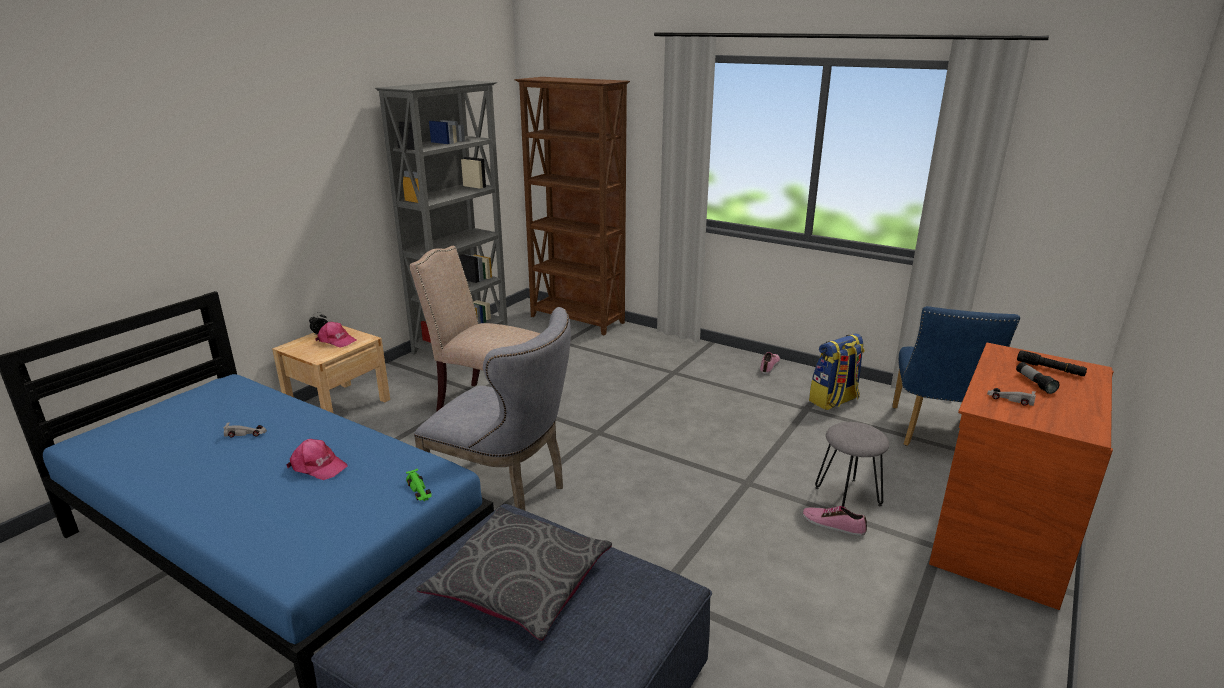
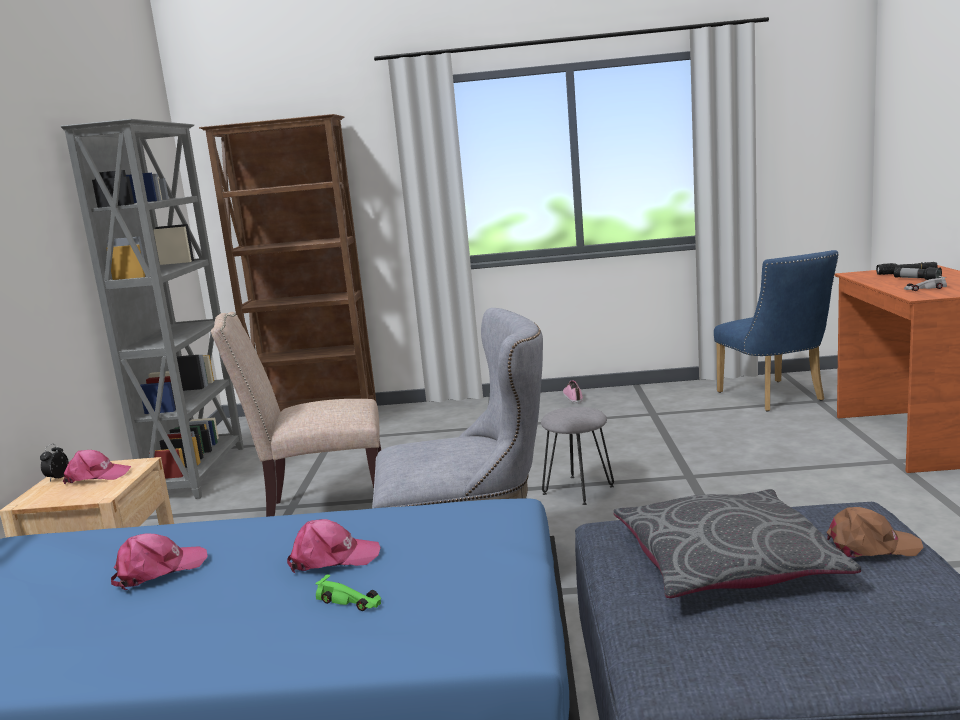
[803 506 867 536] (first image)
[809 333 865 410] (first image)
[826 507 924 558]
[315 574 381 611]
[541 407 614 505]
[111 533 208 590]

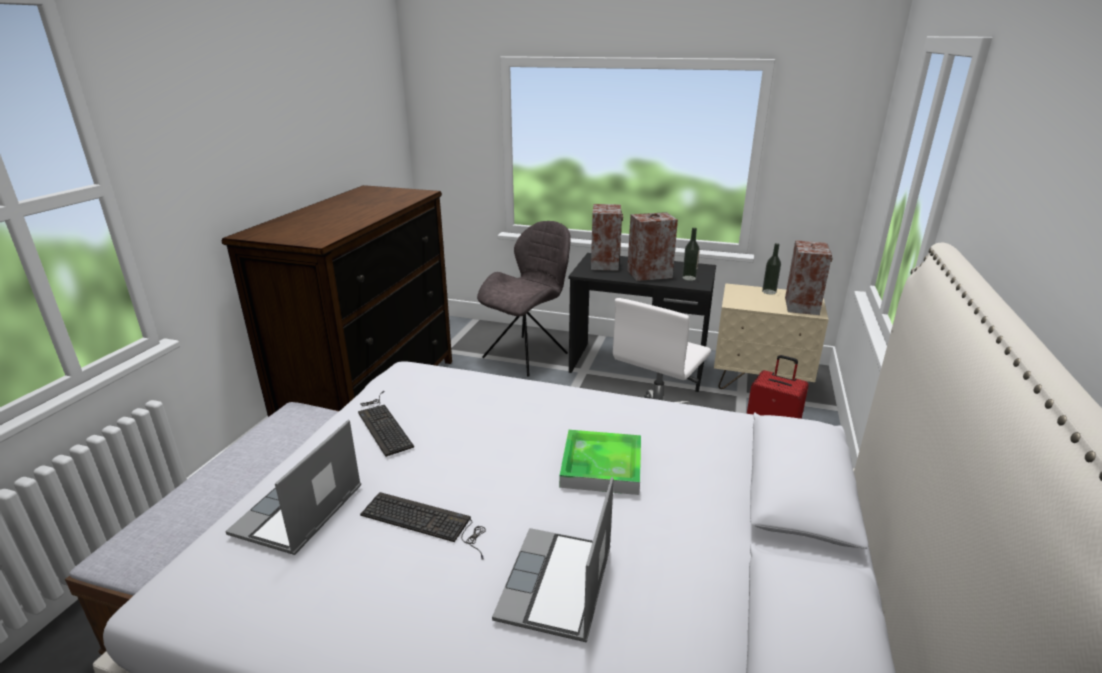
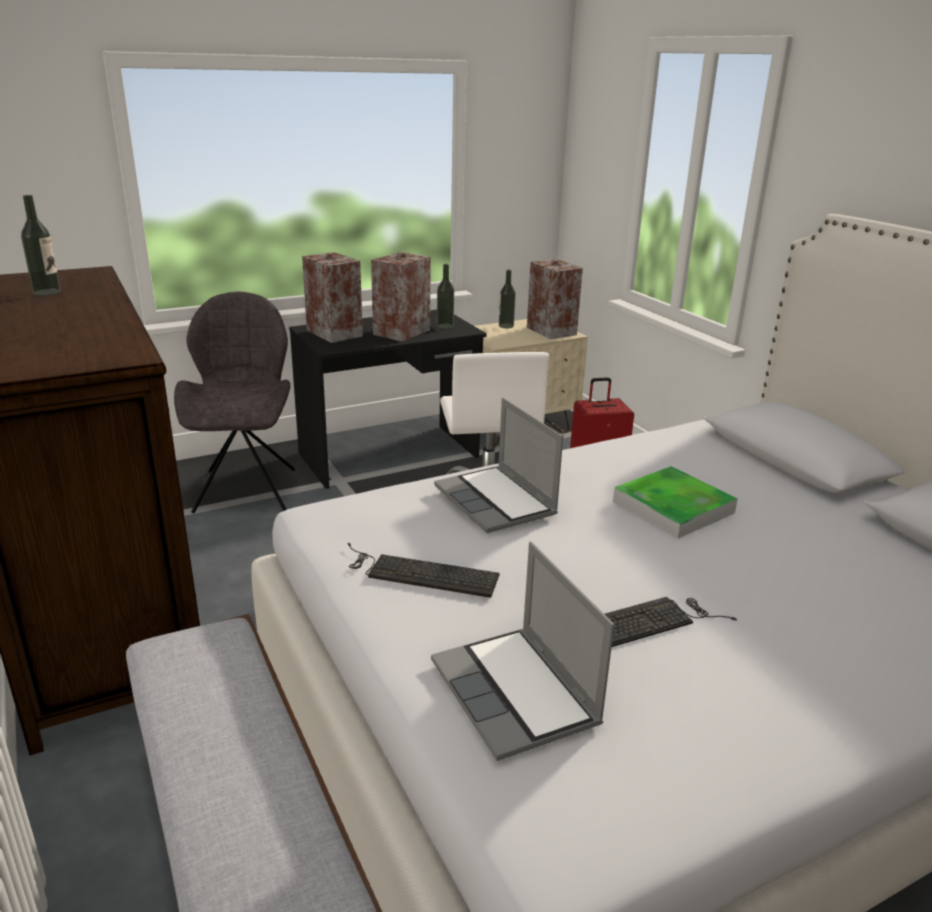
[21 195 61 296]
[434 398 563 533]

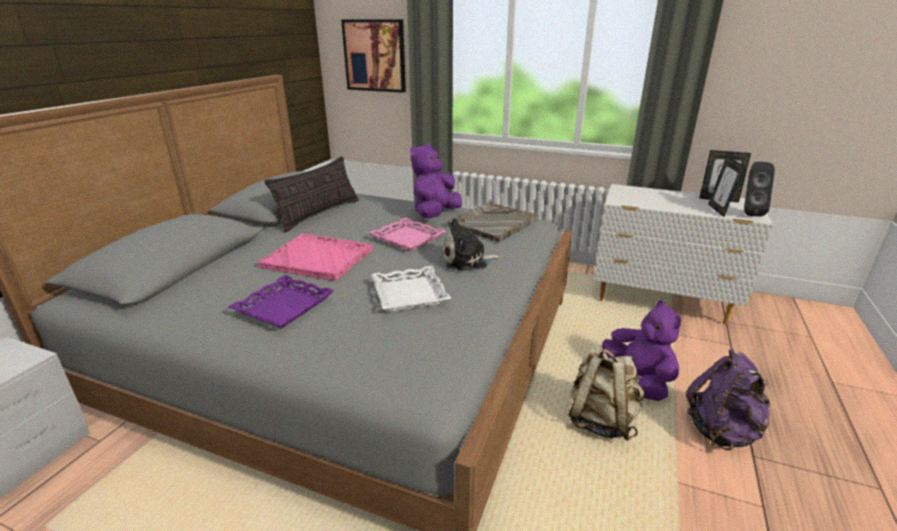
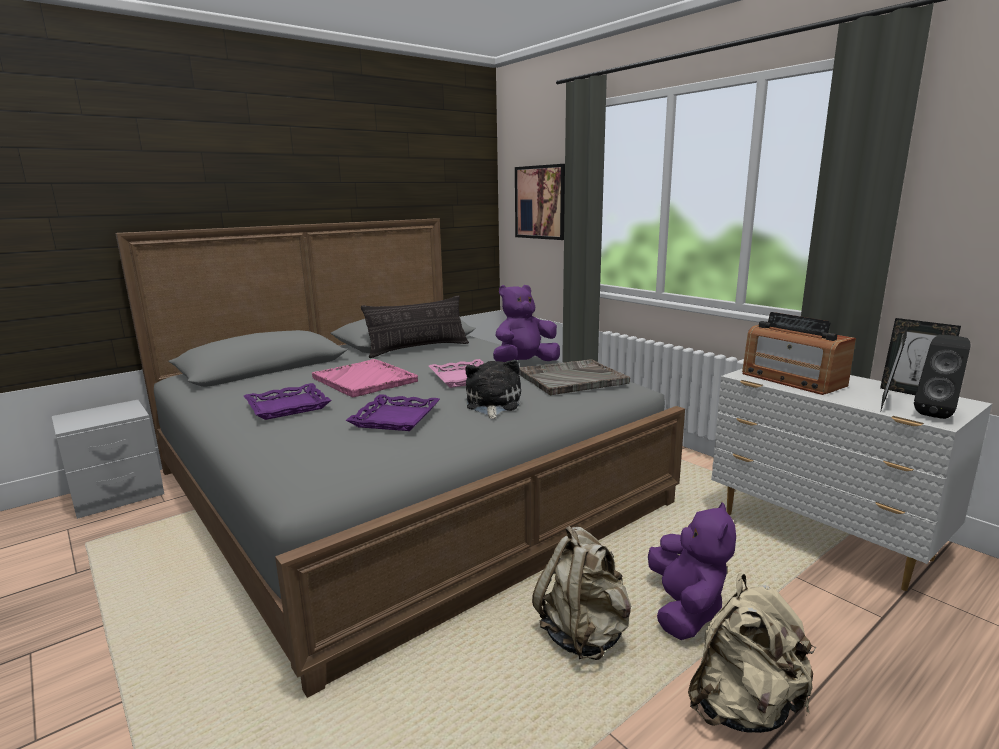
[742 312 856 395]
[346 394 440 431]
[688 574 816 733]
[465 360 521 419]

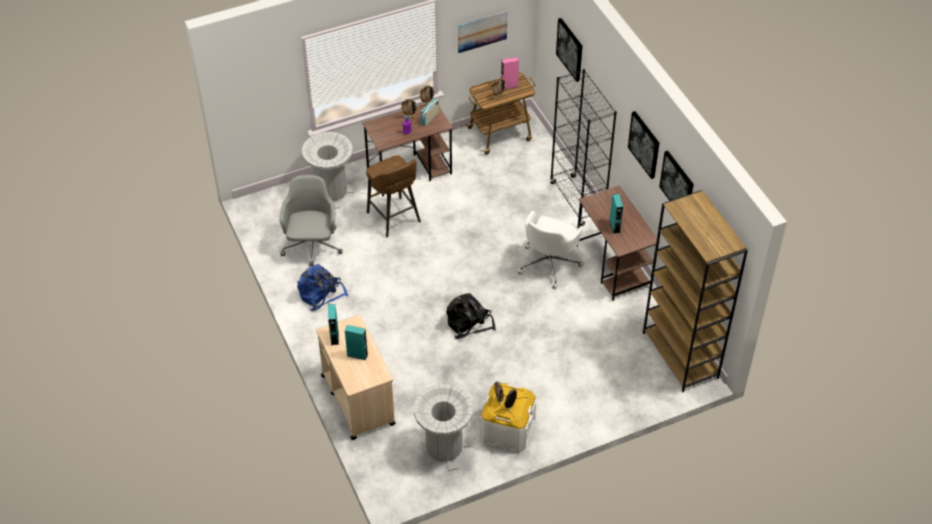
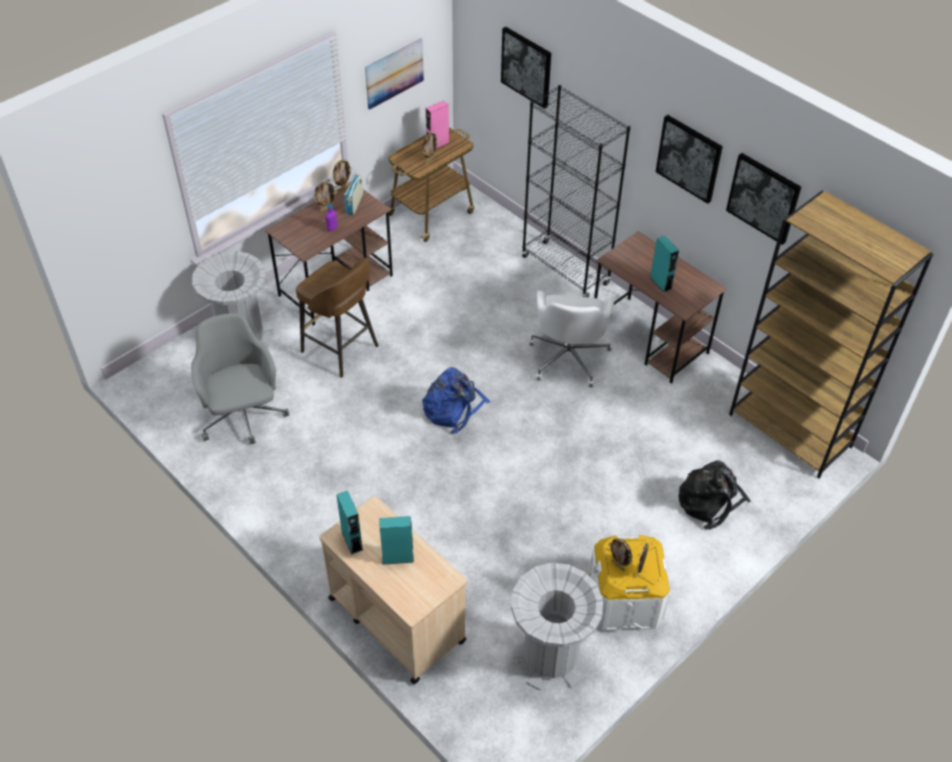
[422 367 491 434]
[679 460 751 530]

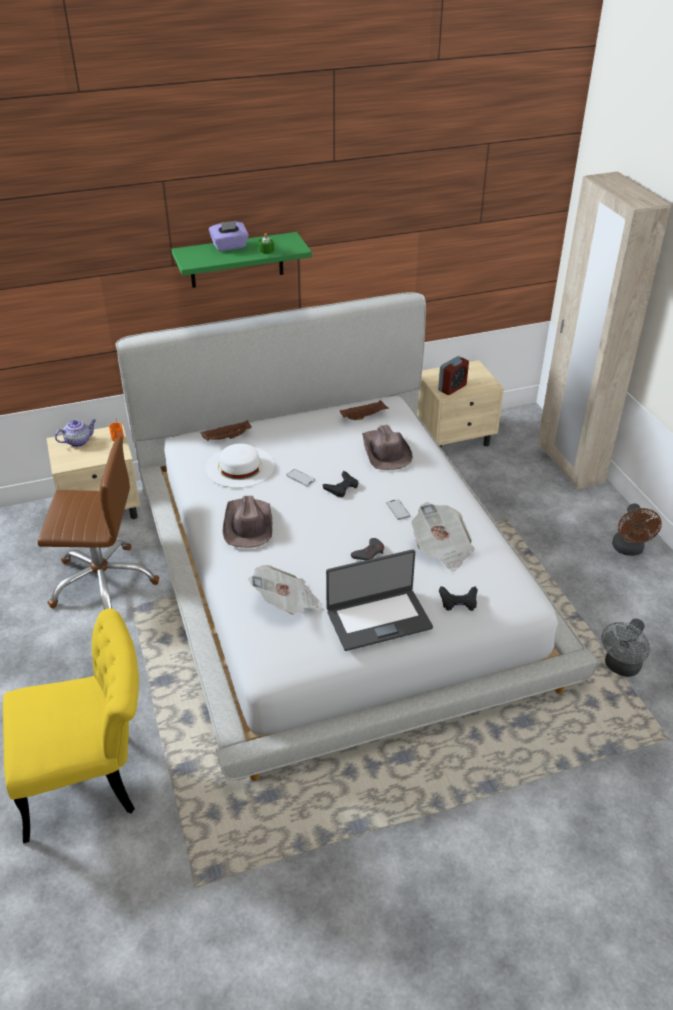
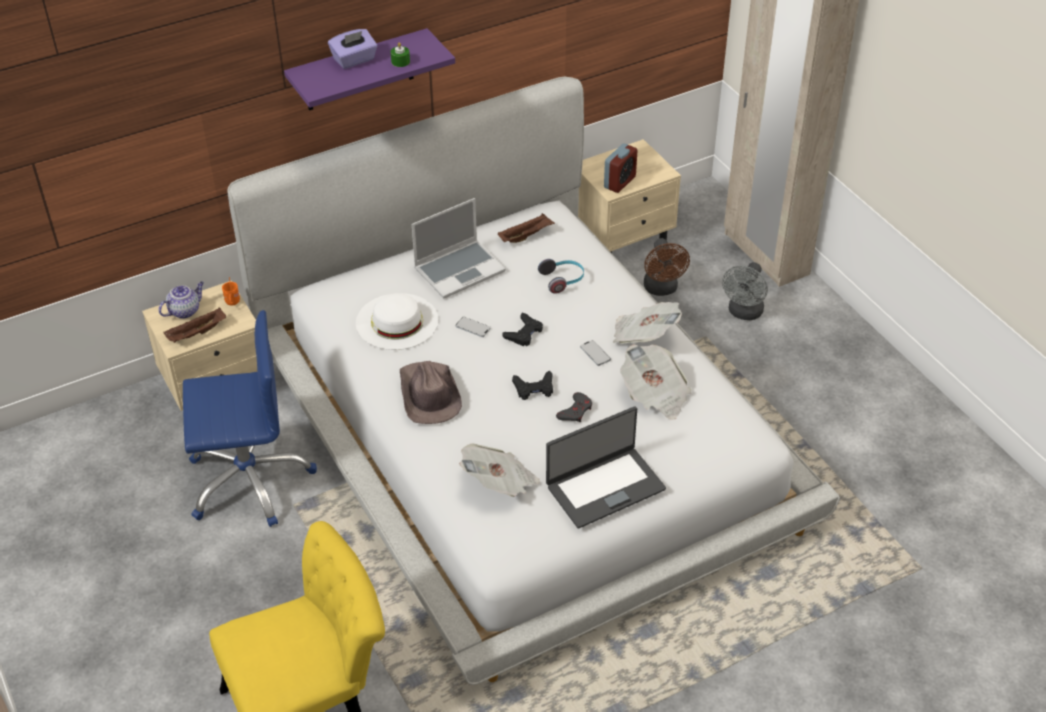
[412 198 506 298]
[613 302 682 343]
[163 308 226 343]
[512 370 553 400]
[722 262 768 320]
[644 238 690 296]
[538 259 584 294]
[183 310 317 527]
[284 28 455 110]

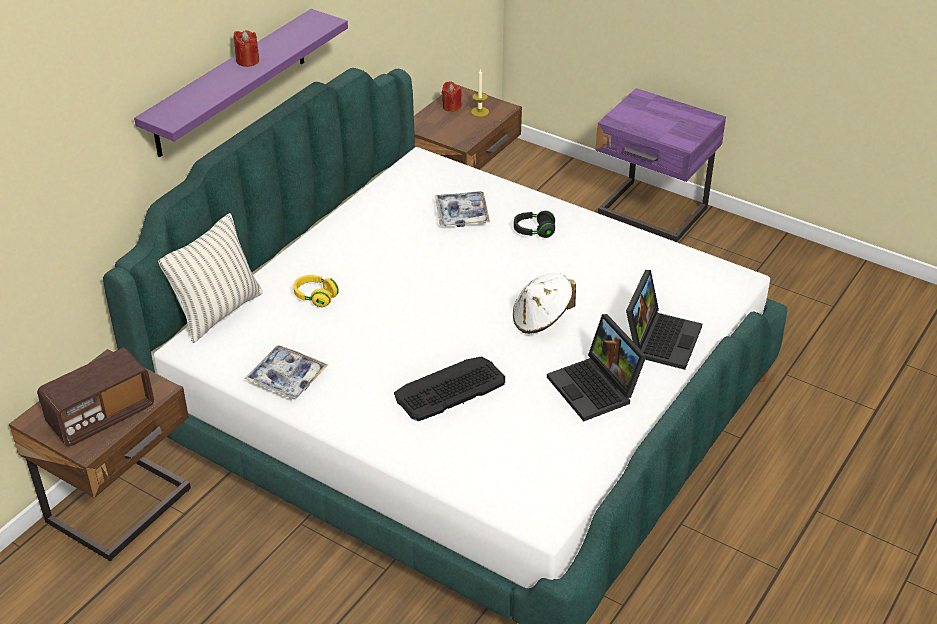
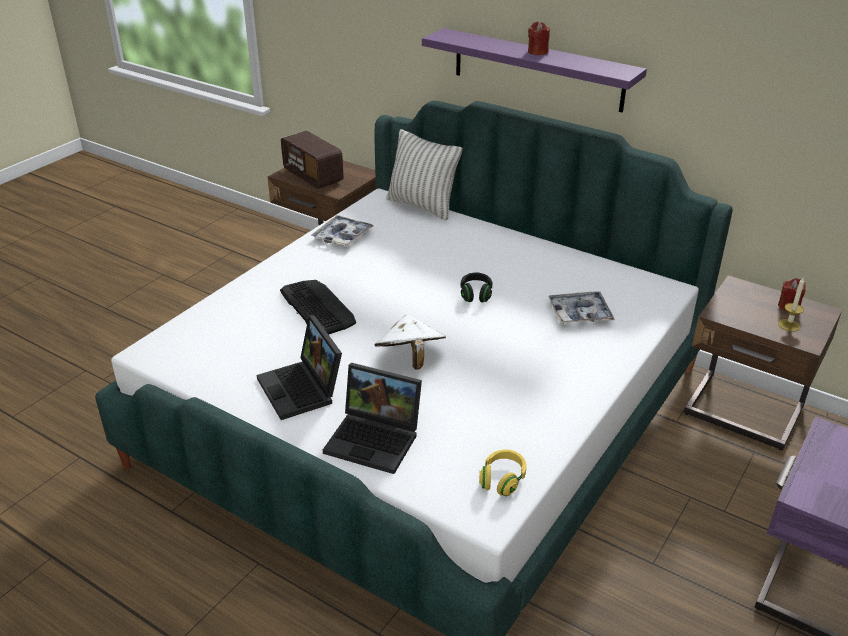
[479 449 527 496]
[461 273 493 302]
[257 315 342 420]

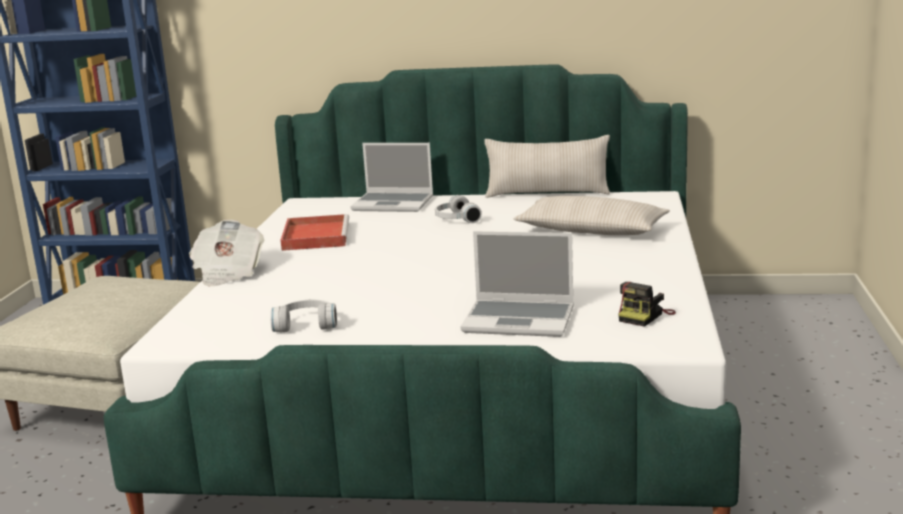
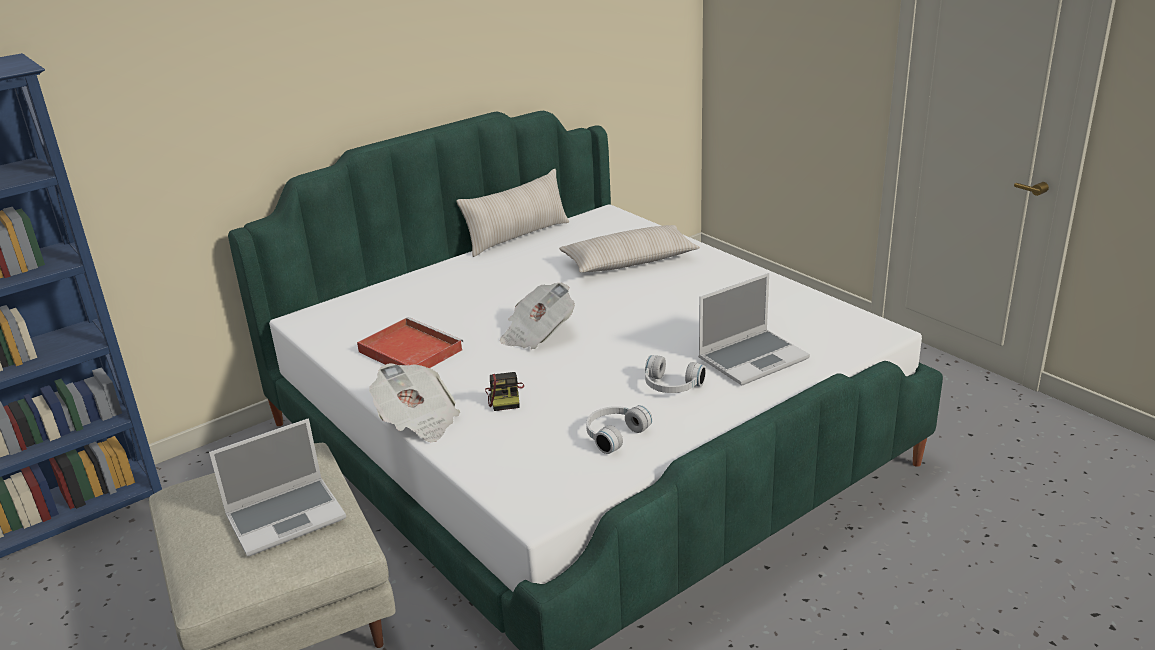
[500 283 575 349]
[209 418 346 556]
[645 355 706 393]
[485 372 524 411]

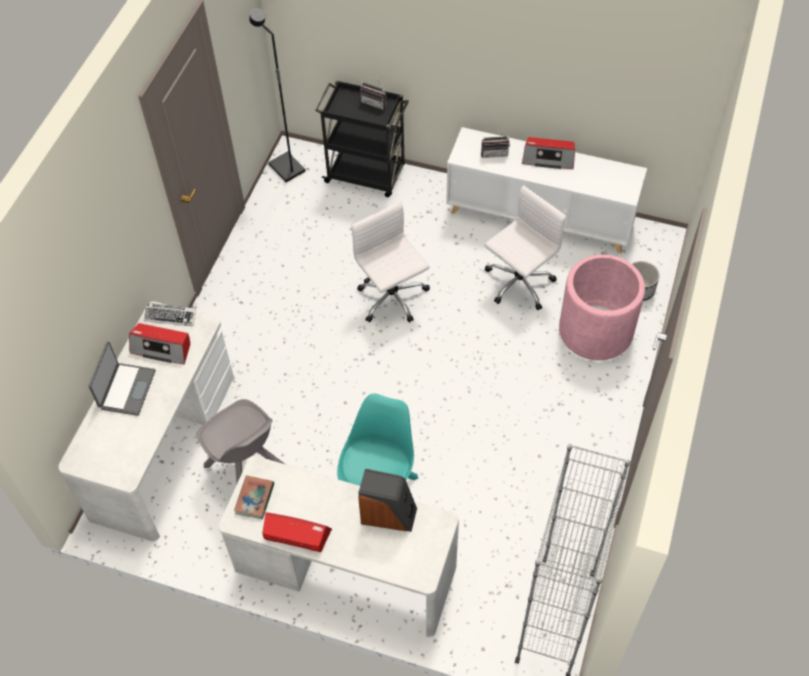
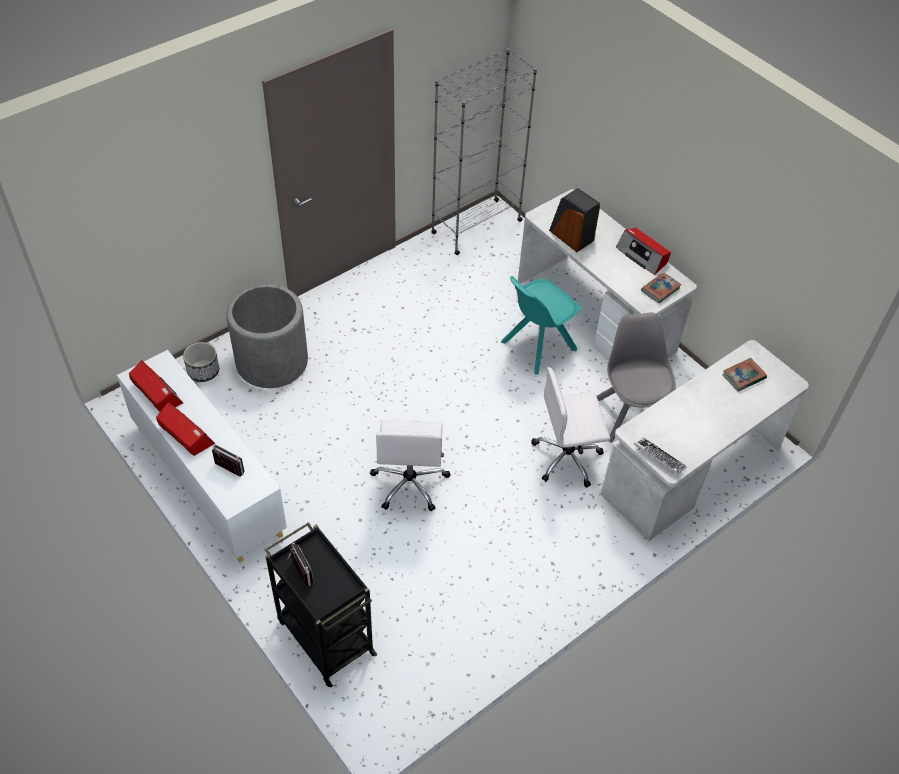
[89 341 156 416] (first image)
[249 8 306 182] (first image)
[722 358 767 392]
[129 360 183 412]
[531 367 610 488]
[227 284 308 388]

